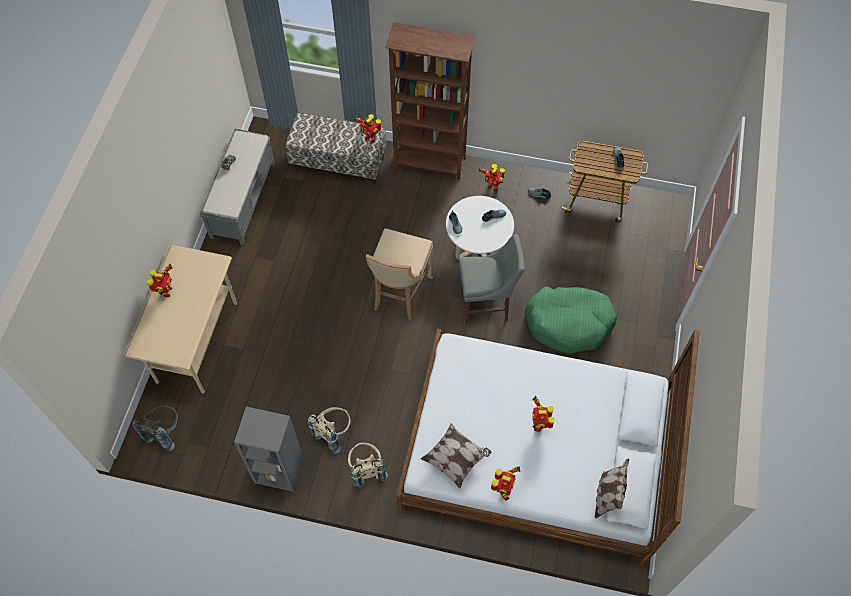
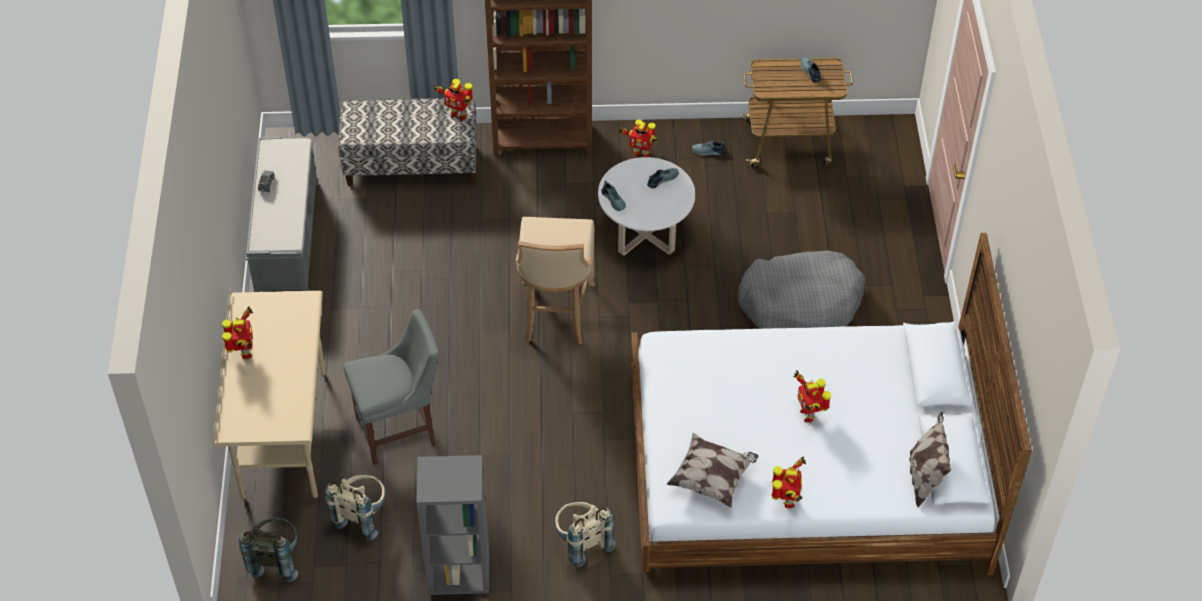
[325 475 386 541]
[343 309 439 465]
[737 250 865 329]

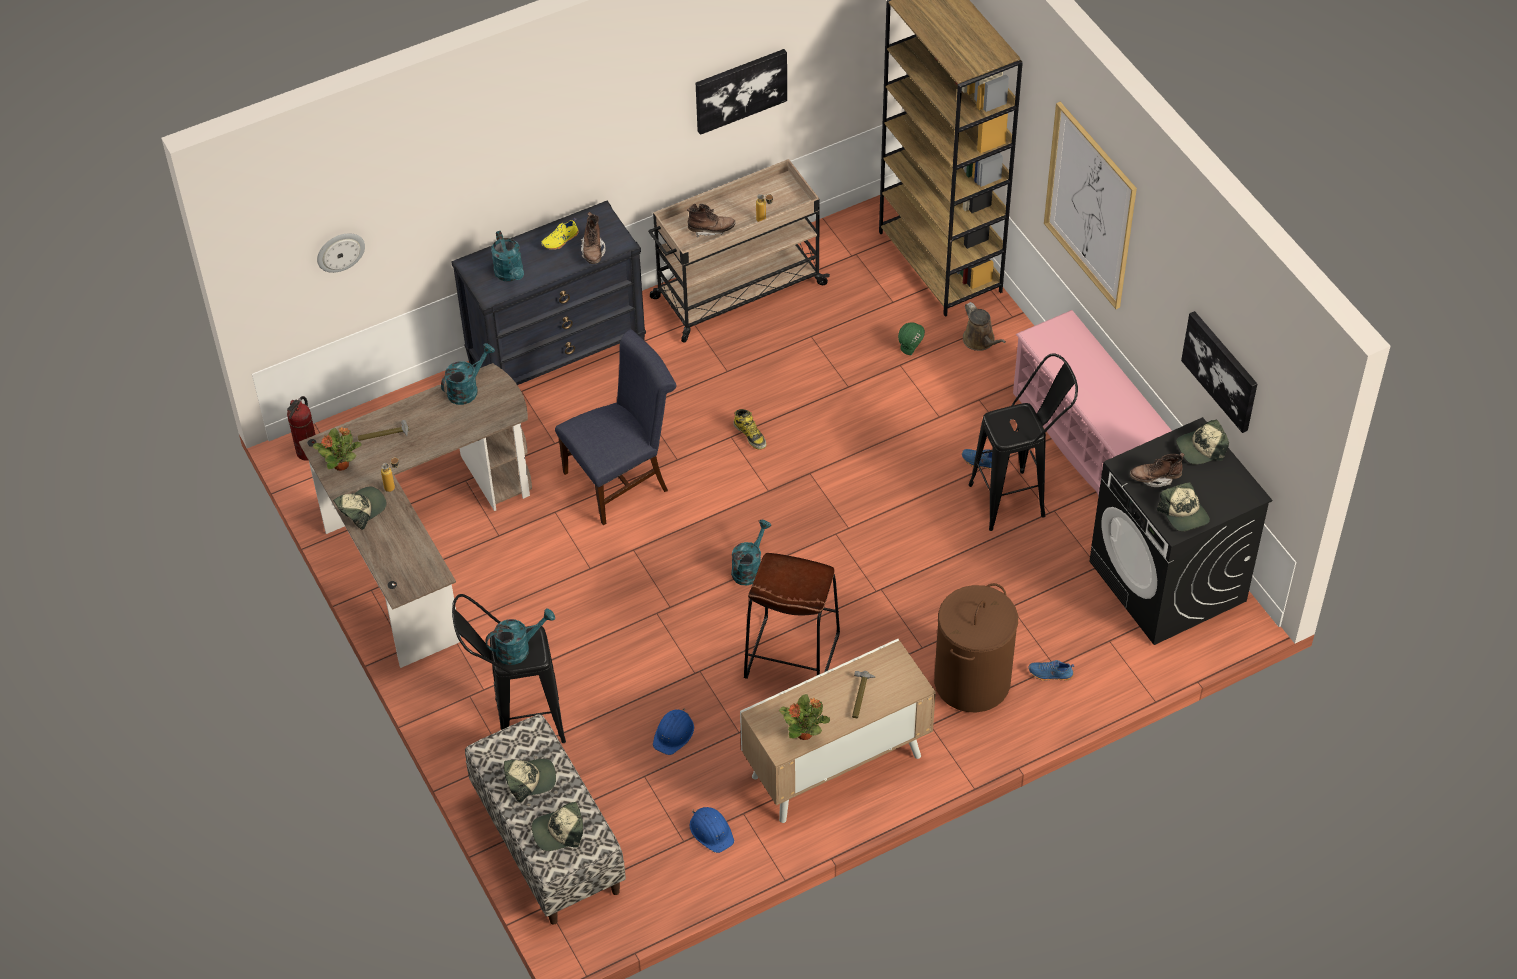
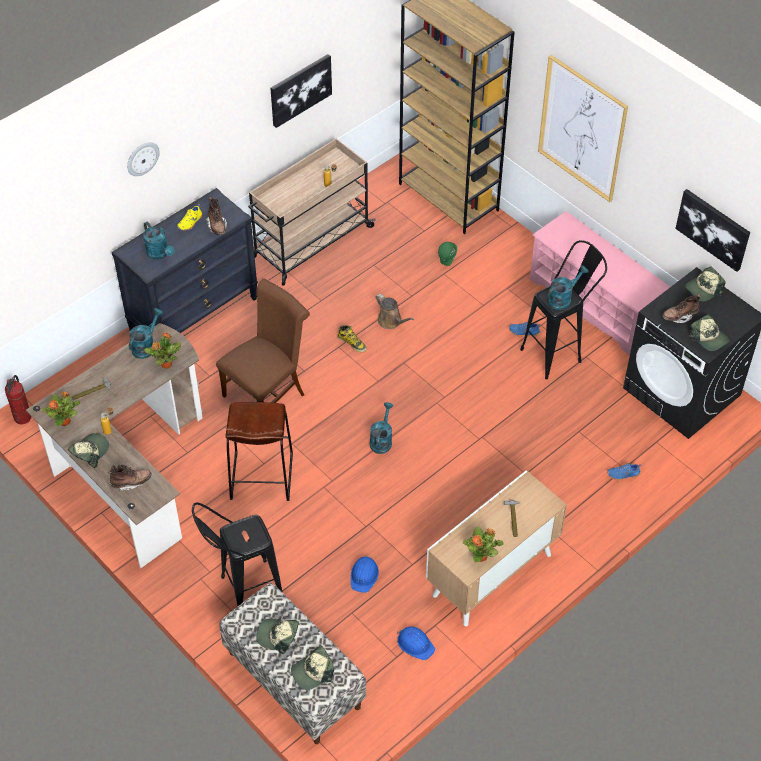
[934 583 1018 713] (first image)
[144 333 181 369]
[127 142 159 176]
[547 265 588 310]
[108 464 152 492]
[225 402 293 501]
[375 294 414 329]
[216 278 310 403]
[257 619 299 654]

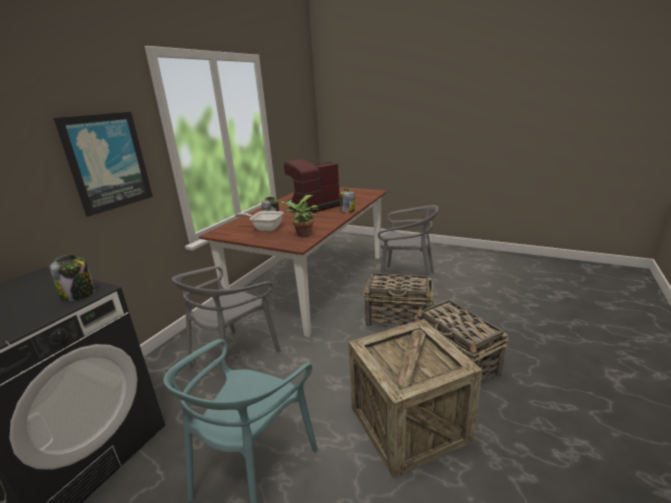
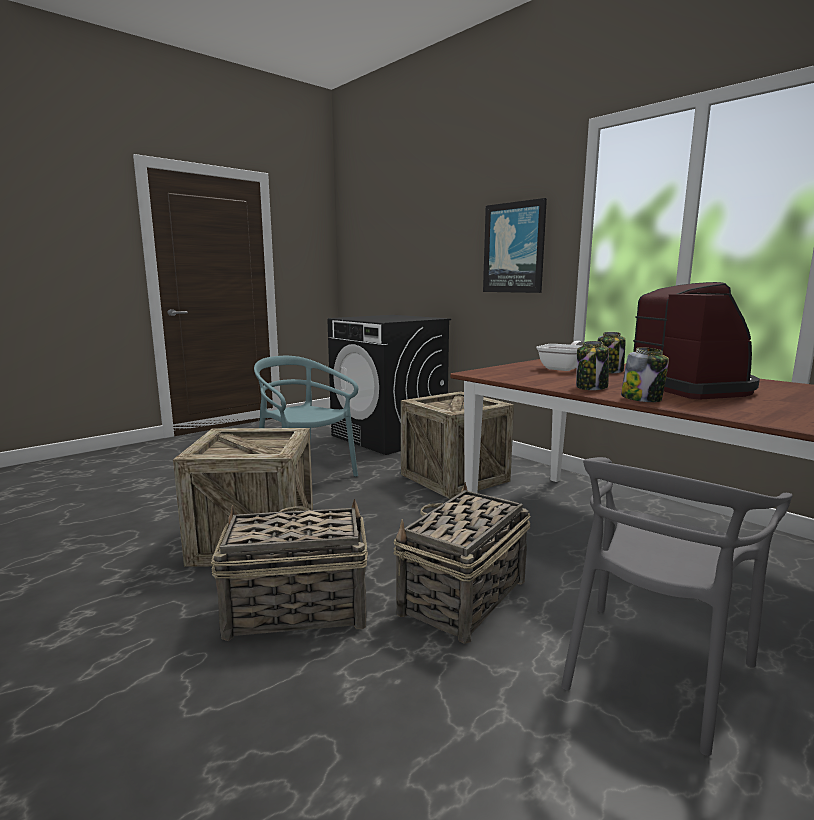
[279 195 319 237] (first image)
[576 341 609 390]
[401 391 514 499]

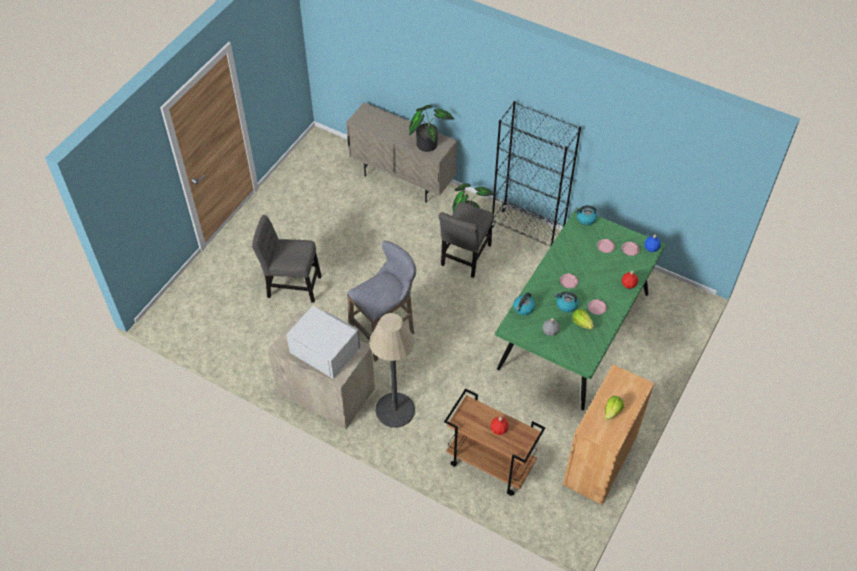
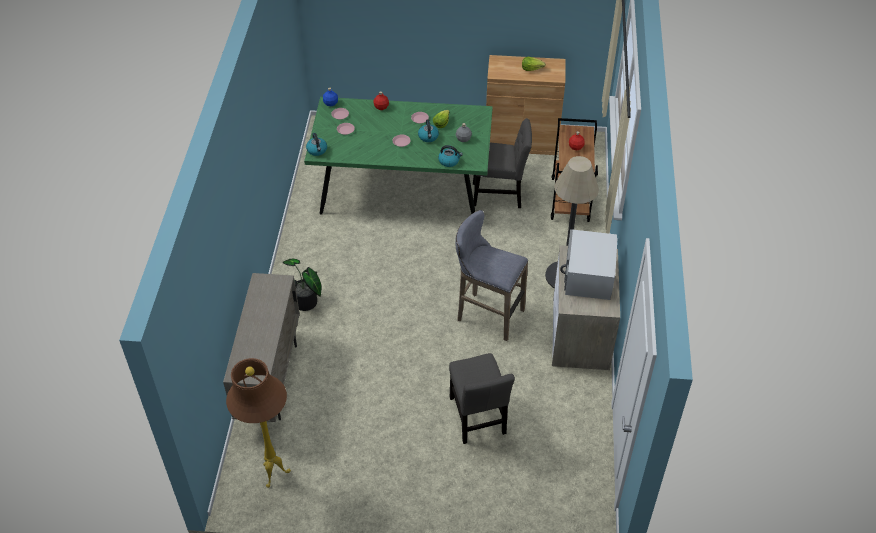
[409 105 454 152] (first image)
[492 101 581 247] (first image)
[226 358 291 488]
[473 118 532 208]

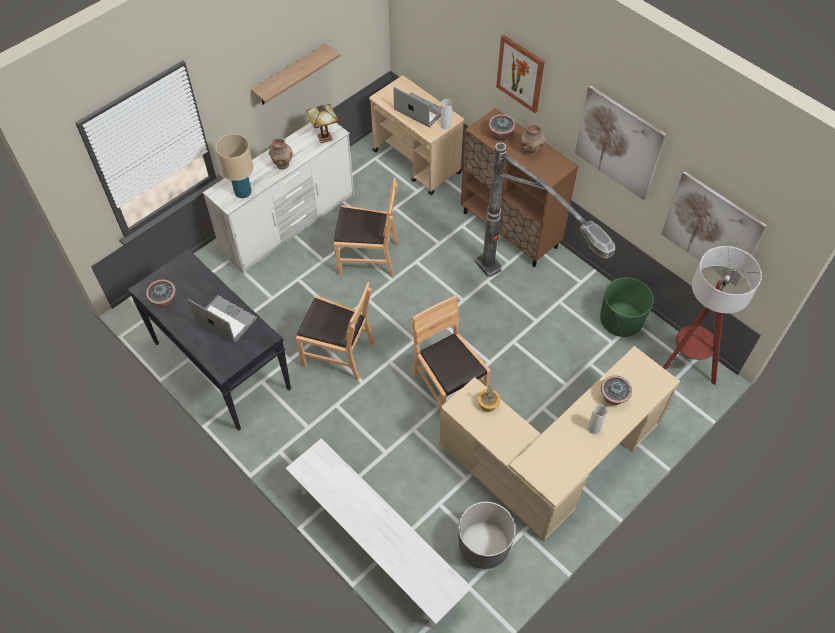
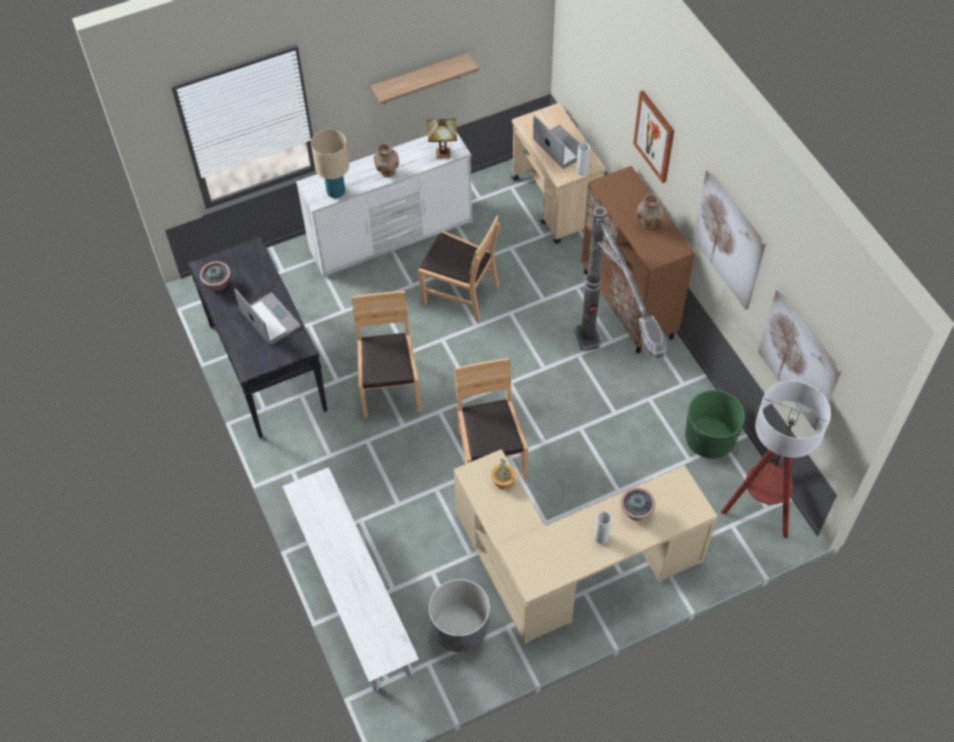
[488 114 516 141] (first image)
[351 291 421 418]

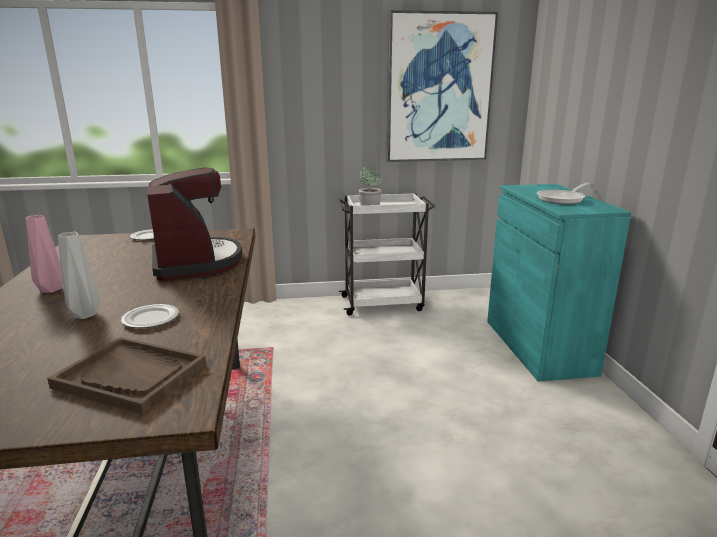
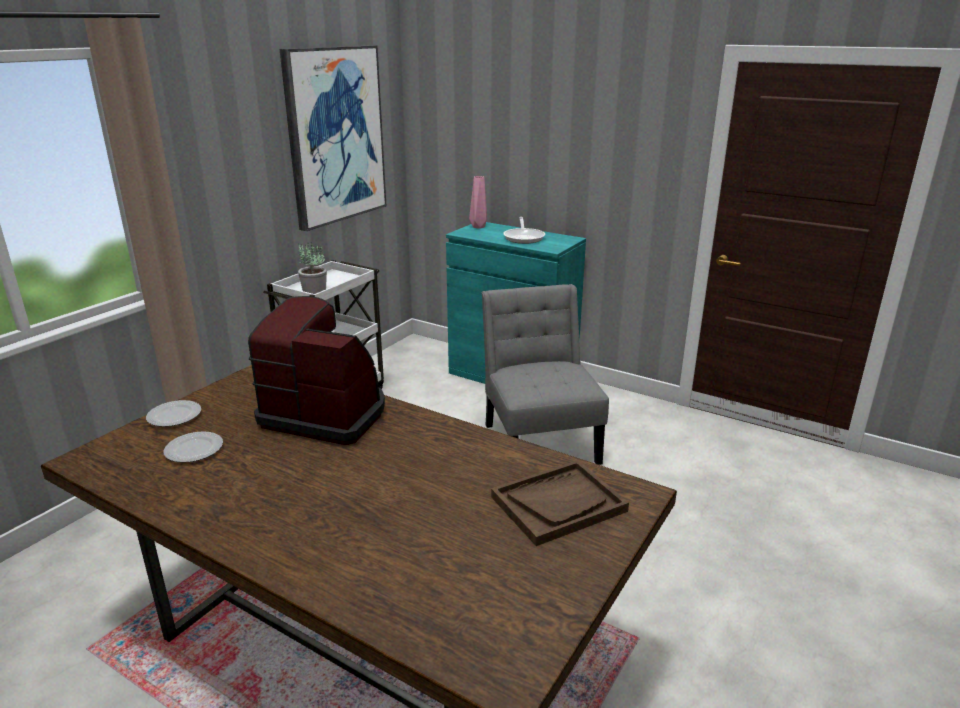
[58 232 100 319] (first image)
[482 284 609 465]
[469 176 487 229]
[163 431 223 463]

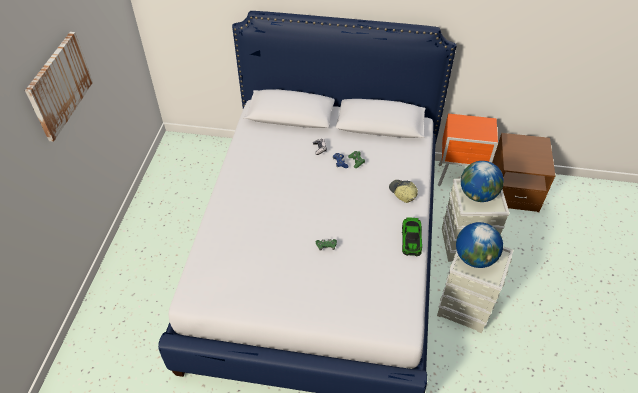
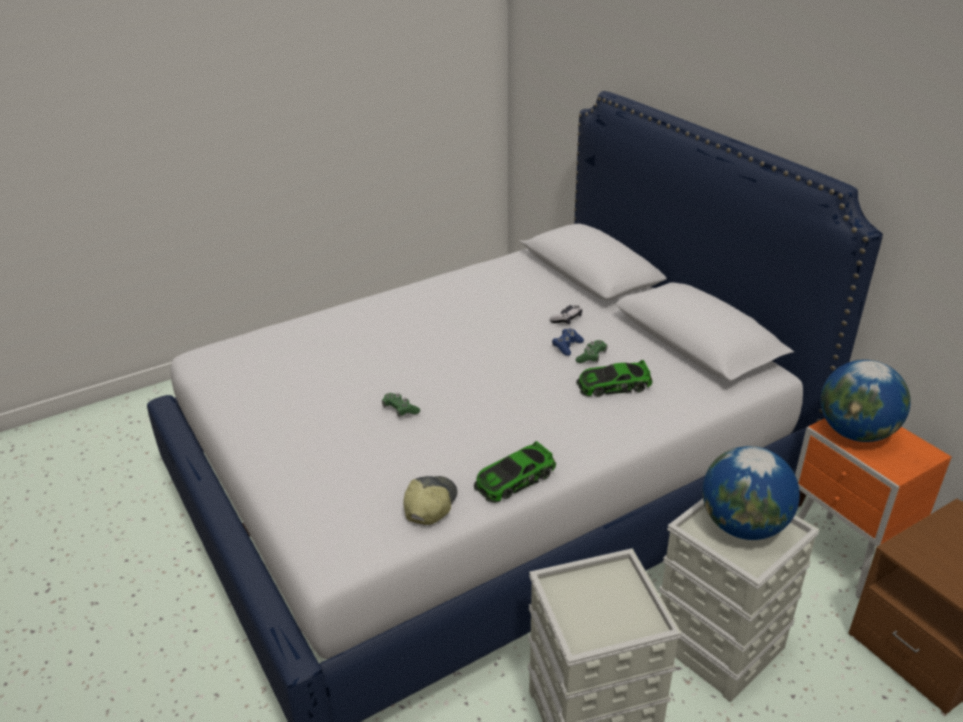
[25 32 93 142] (first image)
[576 360 653 397]
[403 476 457 526]
[821 360 911 442]

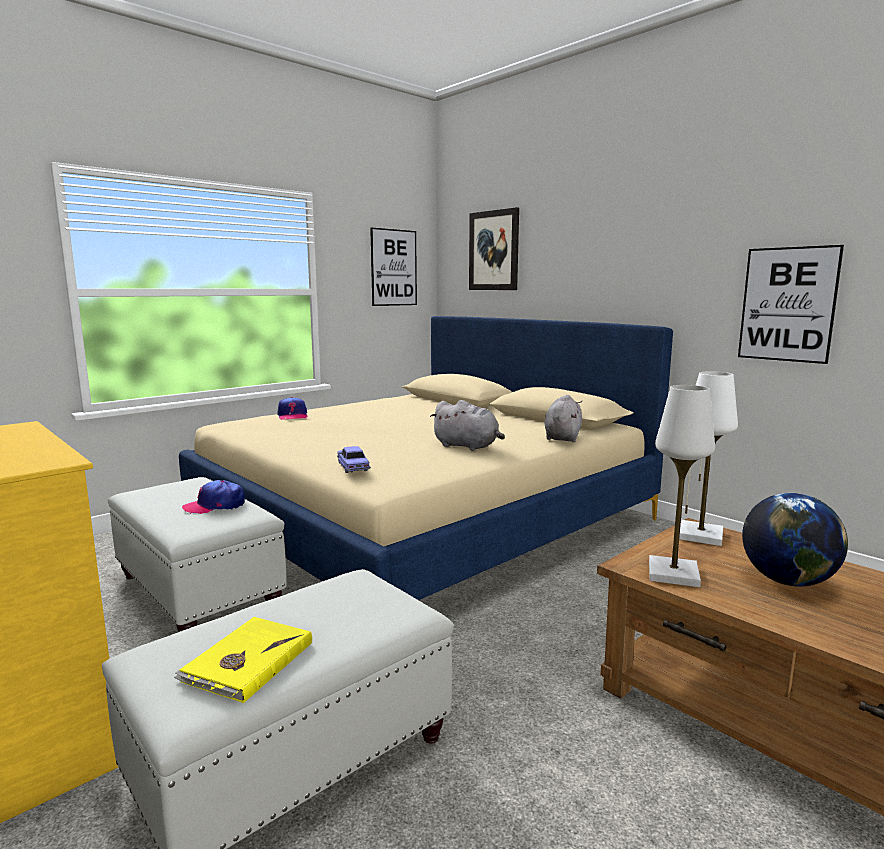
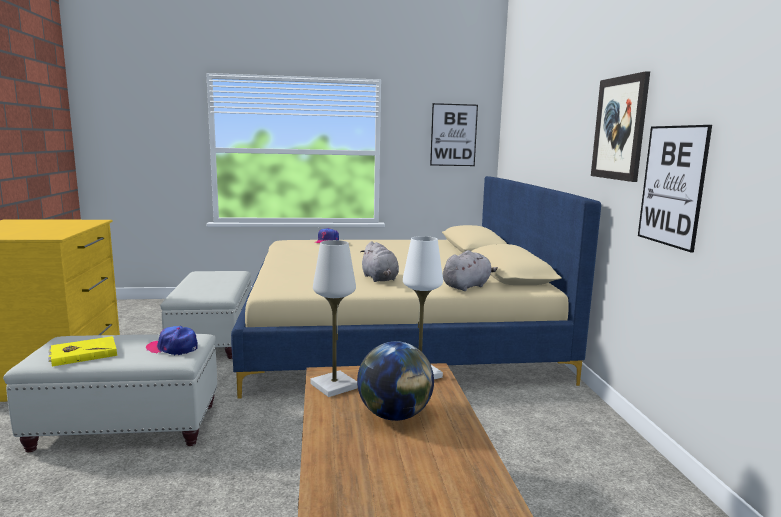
[337 446 371 473] (first image)
[146 326 198 355]
[591 71 650 182]

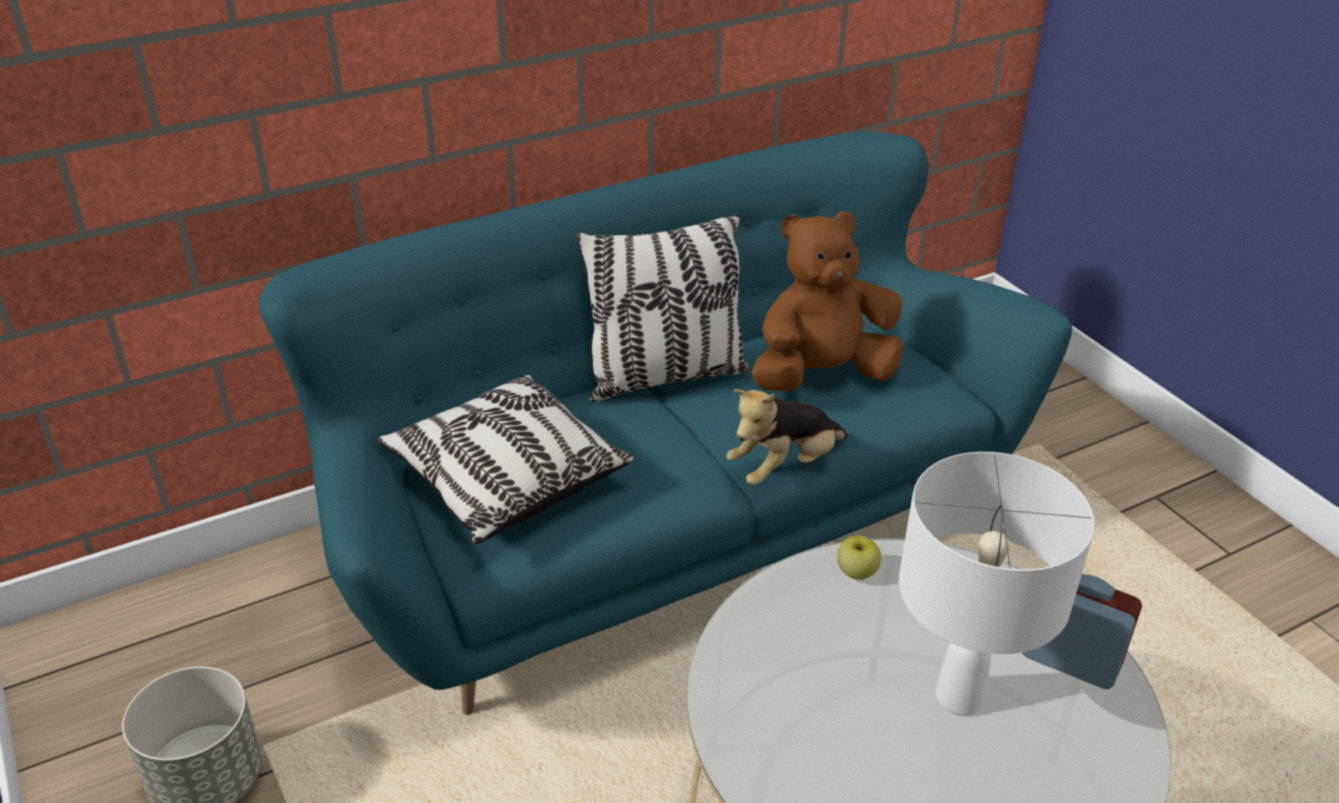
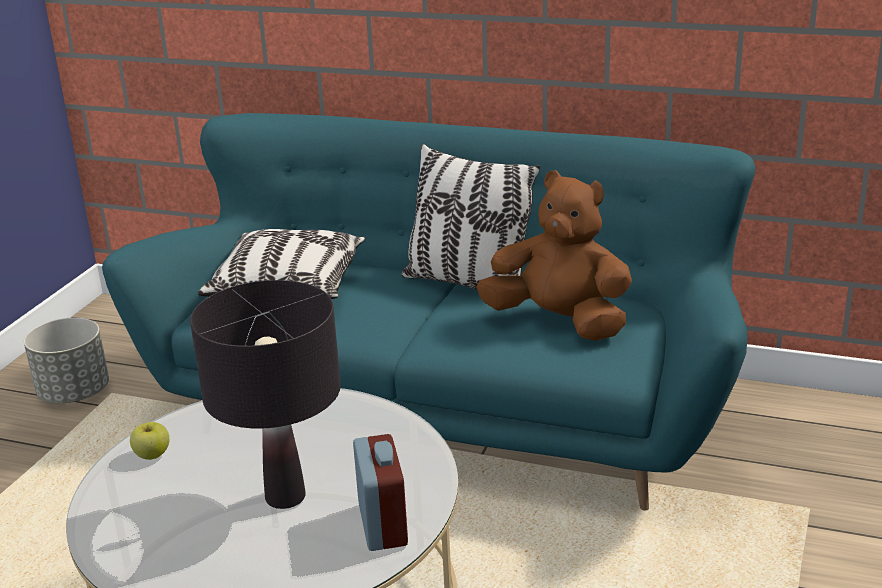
[727 389 848 486] (first image)
[130 422 170 460]
[190 280 341 509]

